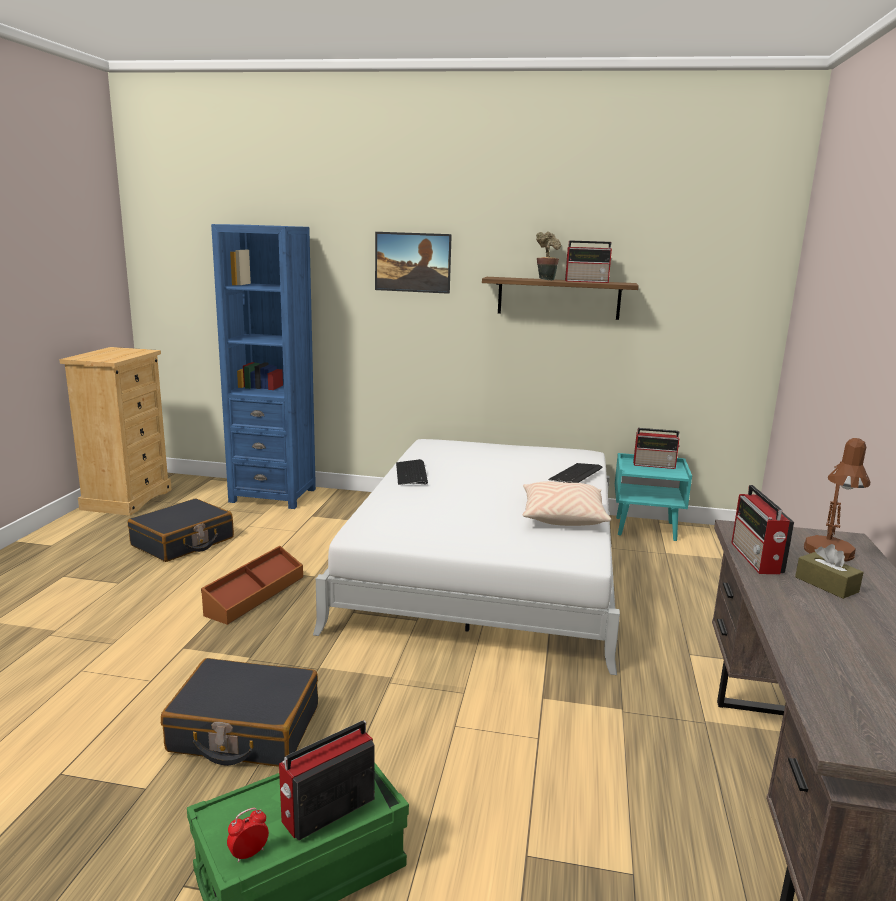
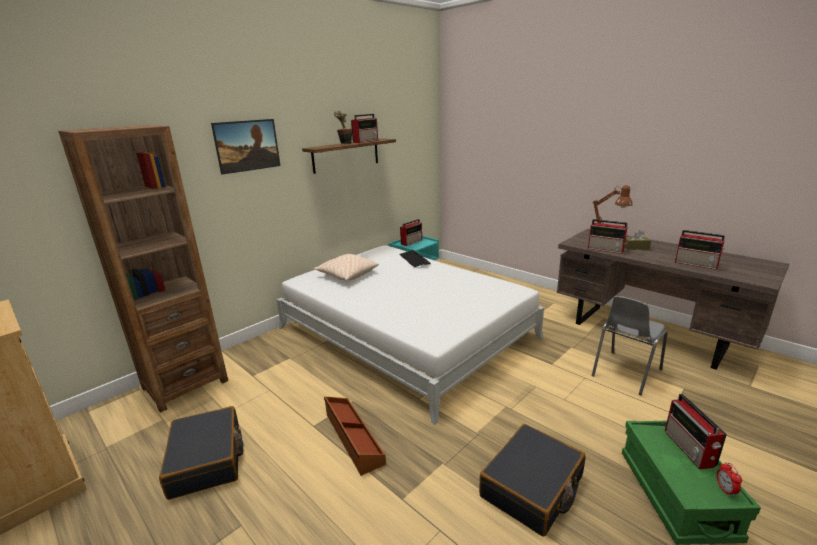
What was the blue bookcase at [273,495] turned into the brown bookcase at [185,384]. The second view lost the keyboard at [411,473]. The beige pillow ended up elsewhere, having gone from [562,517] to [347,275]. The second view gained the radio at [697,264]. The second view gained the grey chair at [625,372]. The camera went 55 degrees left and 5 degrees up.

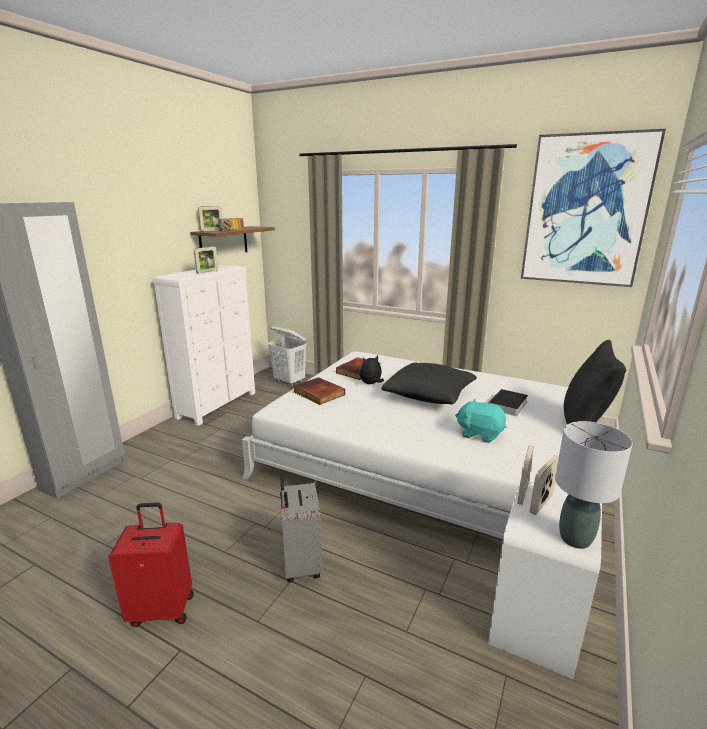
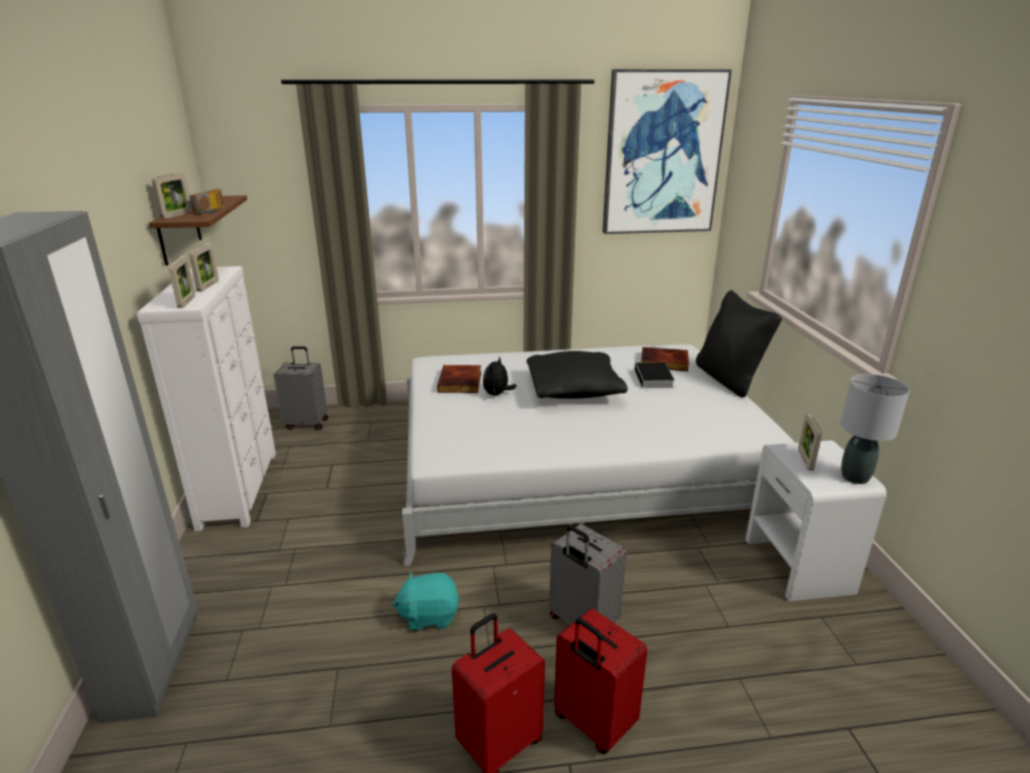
Where the white laundry basket stood at [289,382], the grey suitcase came to stand at [307,423]. The book ended up elsewhere, having gone from [318,393] to [663,362]. The turquoise plush toy ended up elsewhere, having gone from [480,434] to [429,615]. The picture frame ended up elsewhere, having gone from [523,493] to [187,302]. The second view gained the red suitcase at [592,723]. The camera went 35 degrees left and 5 degrees up.

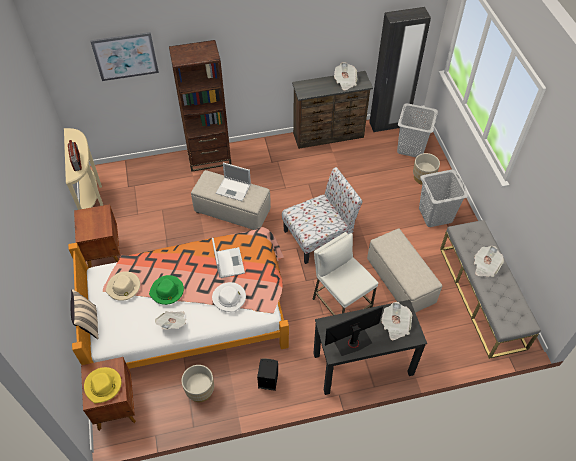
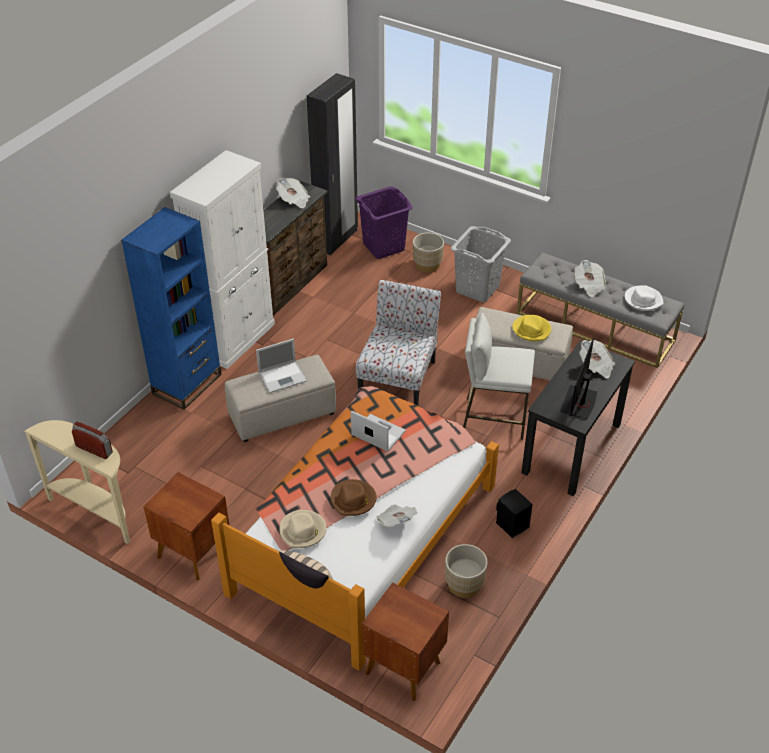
The second view lost the picture at [125,56]. What was the brown bookcase at [209,158] turned into the blue bookcase at [187,384]. What was the grey laundry basket at [411,148] turned into the purple laundry basket at [384,247]. What was the green hat at [167,291] turned into the brown hat at [353,499]. The white hat ended up elsewhere, having gone from [229,298] to [643,300]. The yellow hat ended up elsewhere, having gone from [103,385] to [531,329]. The second view gained the white cabinet at [236,339]. The camera went 45 degrees left and 10 degrees down.

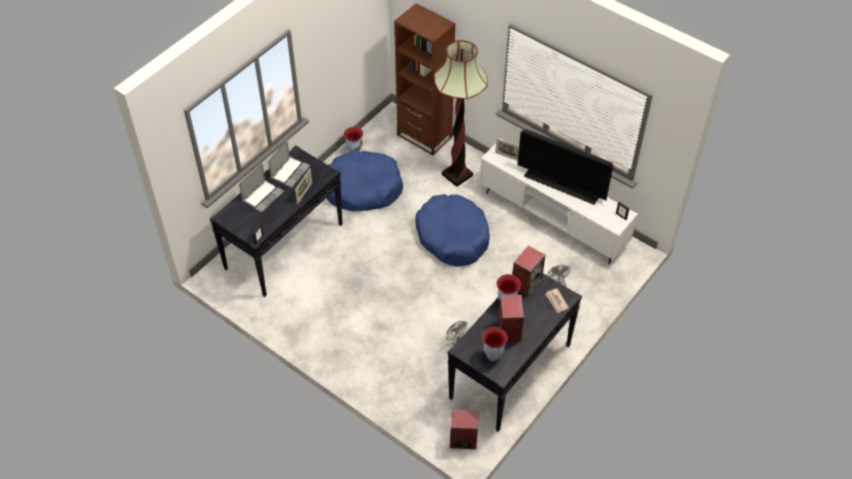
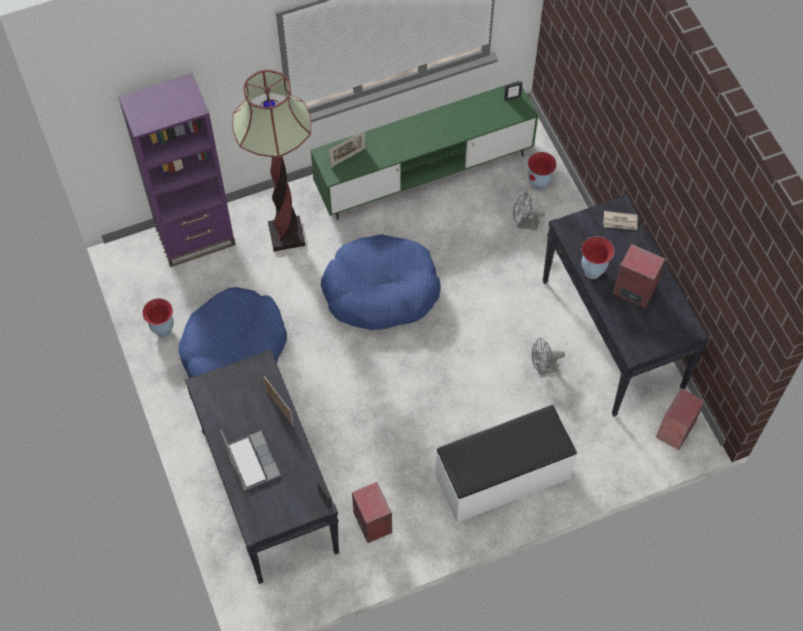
What was the brown bookcase at [424,136] turned into the purple bookcase at [195,237]. The second view lost the television at [562,186]. What was the white tv stand at [552,220] turned into the green tv stand at [424,175]. The second view lost the laptop at [290,172]. The speaker ended up elsewhere, having gone from [526,283] to [371,522]. The vase ended up elsewhere, having gone from [493,355] to [539,185]. The second view gained the white bench at [503,477]. The camera went 60 degrees left and 10 degrees up.

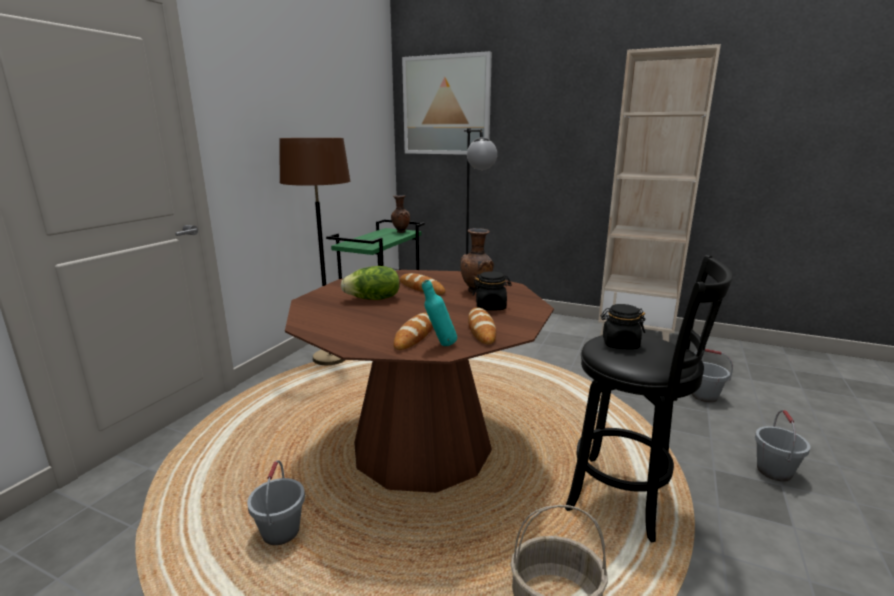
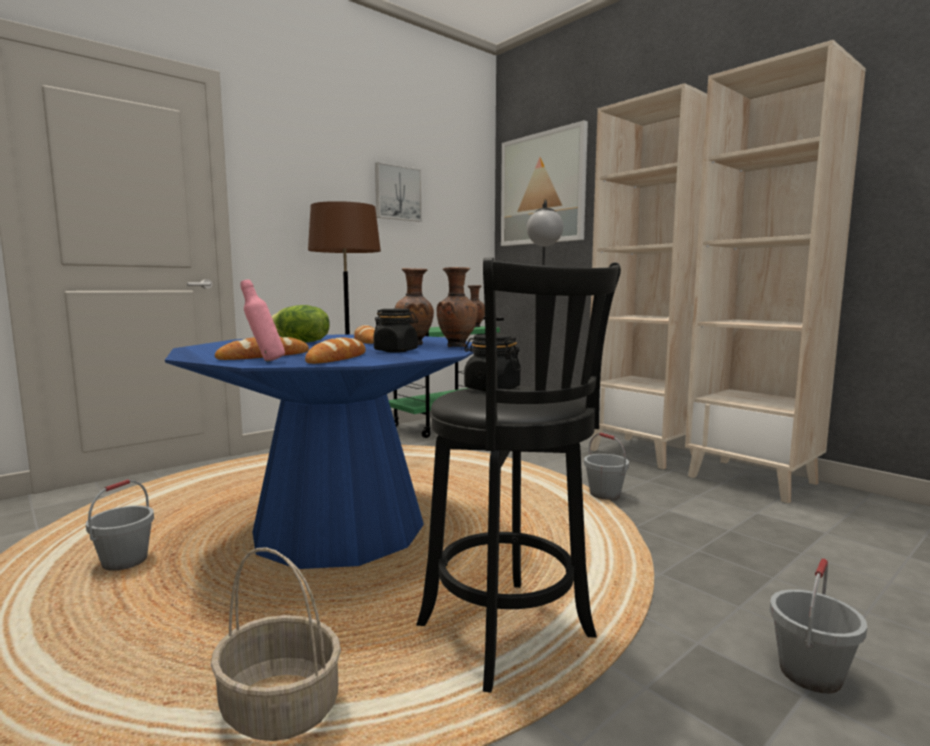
What was the brown dining table at [422,446] turned into the blue dining table at [339,529]. What was the turquoise bottle at [440,345] turned into the pink bottle at [264,361]. The grey bucket ended up elsewhere, having gone from [704,396] to [605,495]. The second view gained the beige bookcase at [644,452]. The second view gained the picture at [397,193]. The second view gained the brown vase at [456,346]. The camera went 25 degrees right and 10 degrees down.

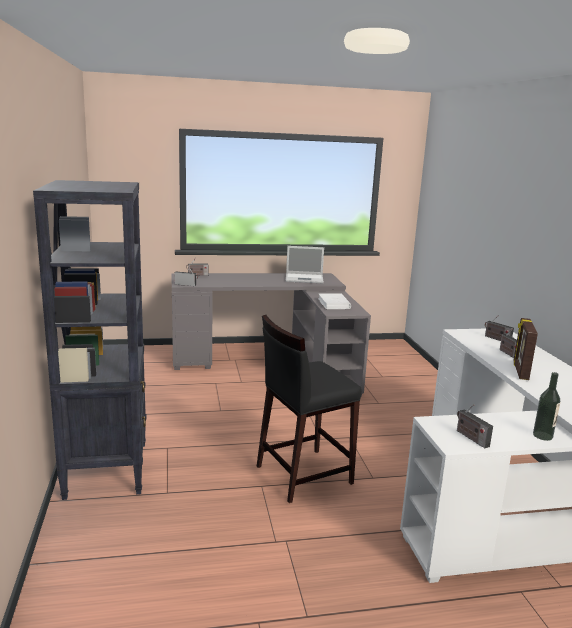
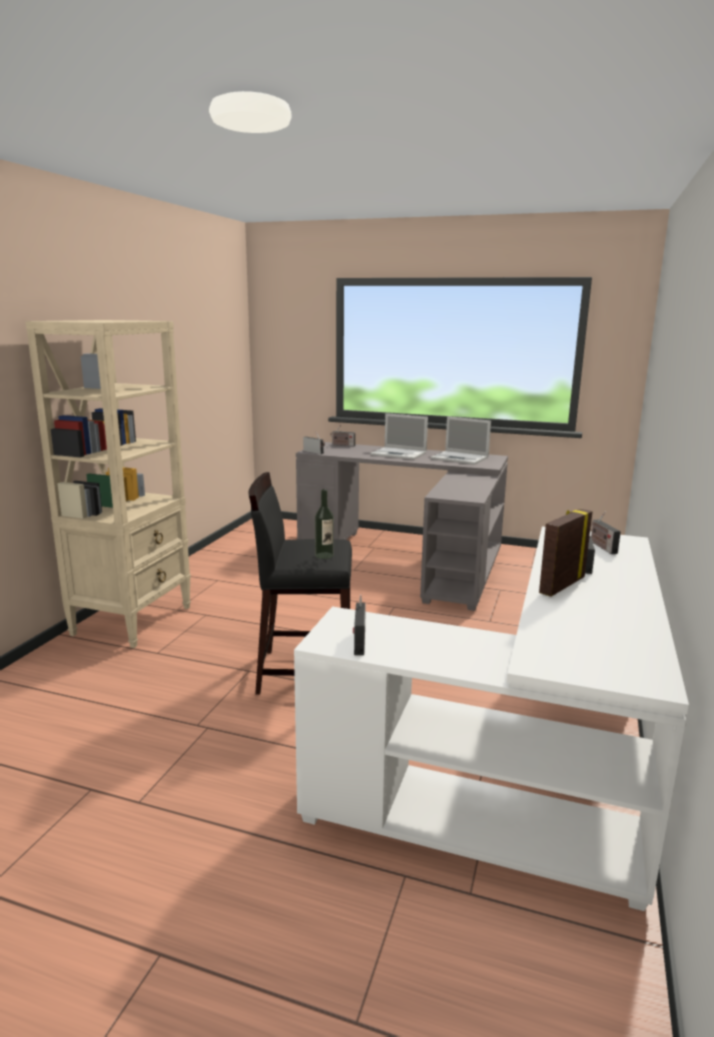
What was the black bookcase at [107,469] turned into the beige bookcase at [133,620]. The second view lost the white book at [333,304]. The bottle ended up elsewhere, having gone from [542,436] to [324,555]. The second view gained the laptop at [400,454]. The camera went 30 degrees right and 0 degrees up.

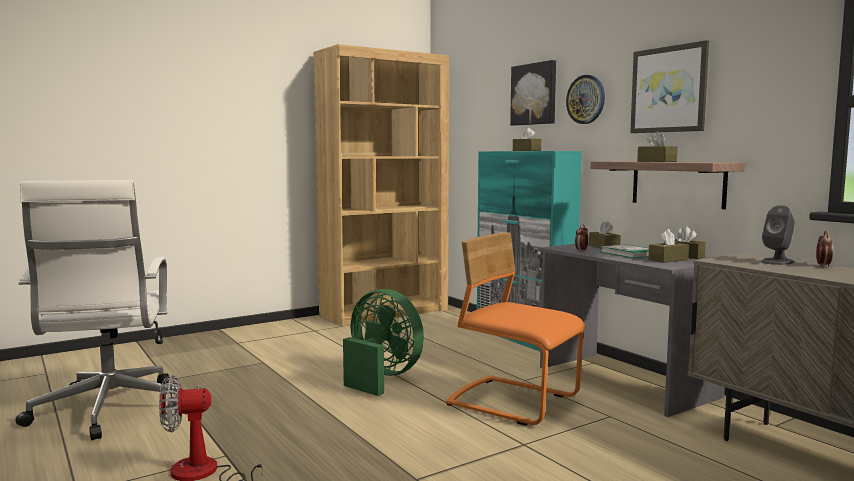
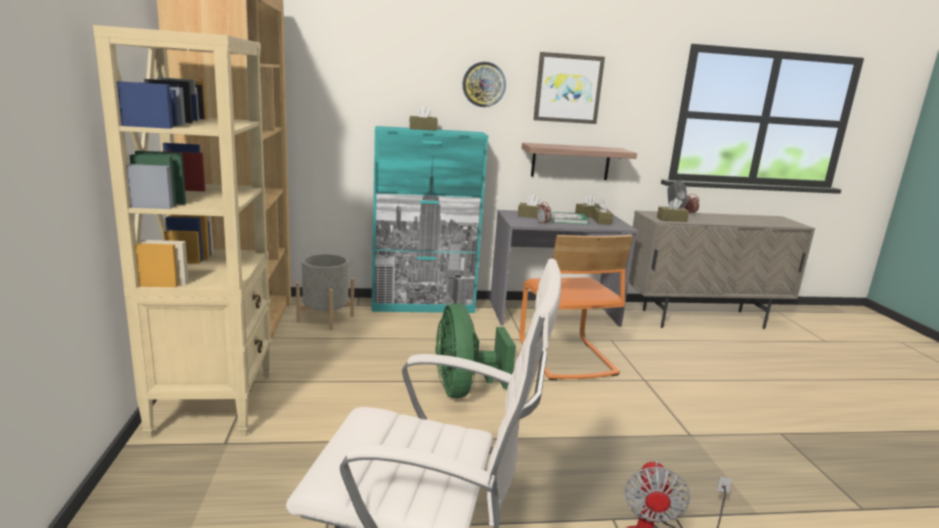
The second view lost the picture at [534,94]. The brown tissue box ended up elsewhere, having gone from [656,161] to [671,219]. The orange chair at [513,402] ended up facing another way, 75 degrees counterclockwise from before. The green fan at [381,378] ended up facing another way, 75 degrees counterclockwise from before. The second view gained the beige bookcase at [214,403]. The second view gained the grey planter at [325,318]. The camera went 65 degrees left and 10 degrees up.

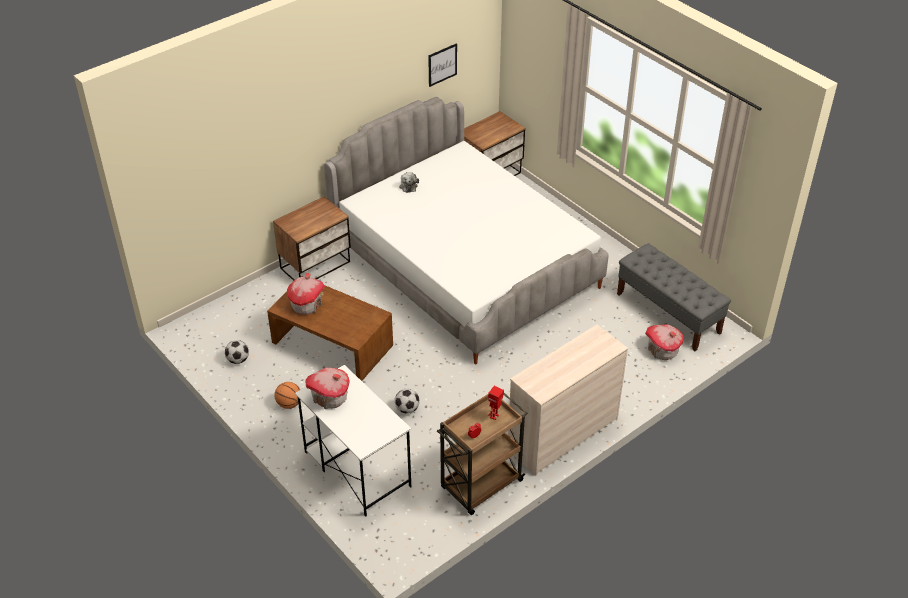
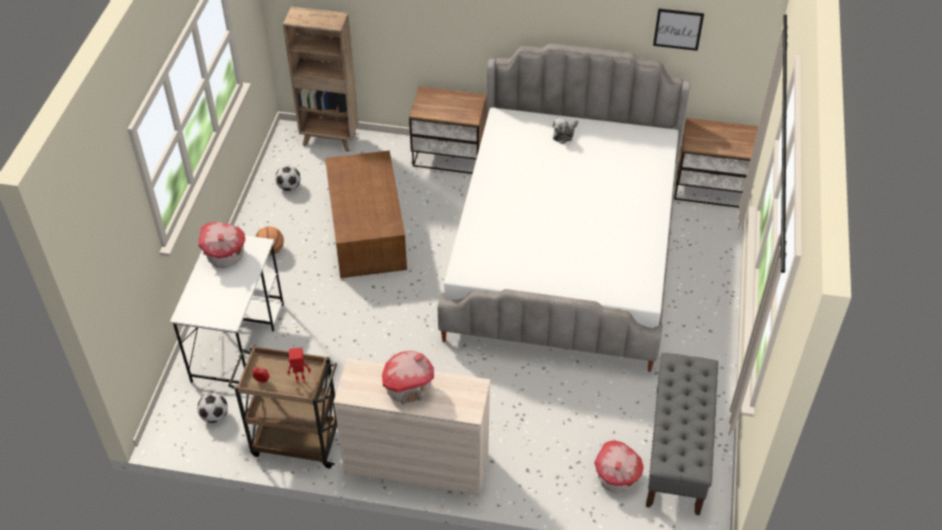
The toy house ended up elsewhere, having gone from [307,304] to [408,388]. The football ended up elsewhere, having gone from [407,409] to [214,416]. The second view gained the brown bookcase at [330,139]. The camera went 50 degrees right and 5 degrees up.

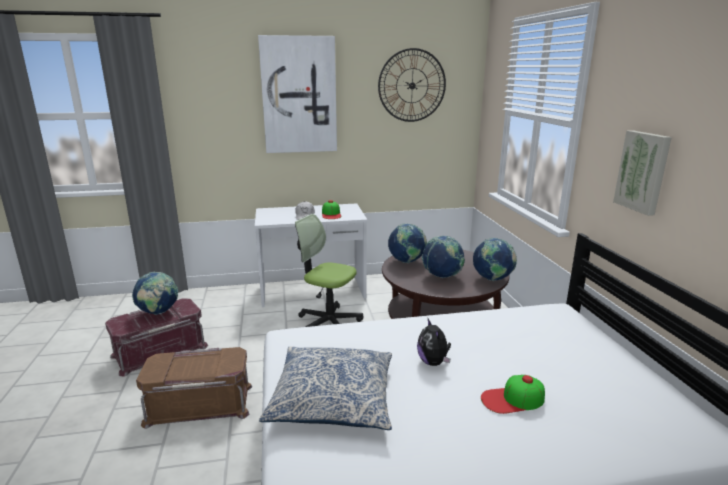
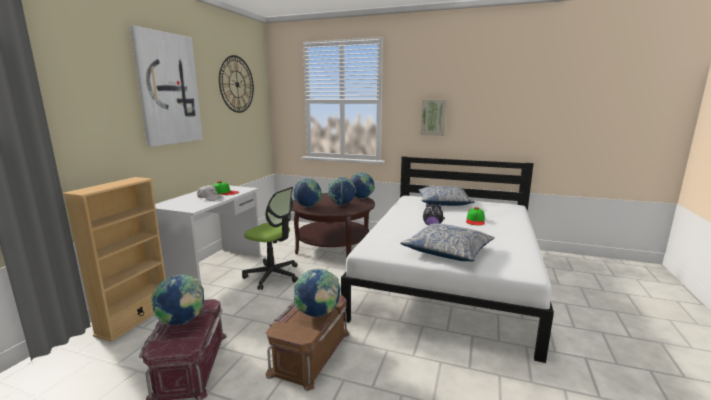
The office chair at [328,323] ended up facing another way, 120 degrees counterclockwise from before. The second view gained the beige bookcase at [134,319]. The second view gained the pillow at [443,203]. The second view gained the globe at [318,314]. The camera went 60 degrees left and 5 degrees down.

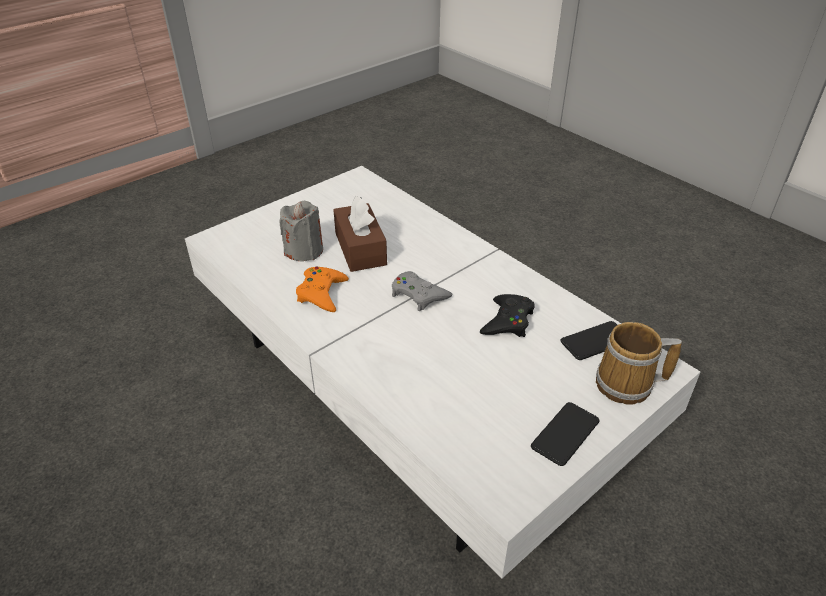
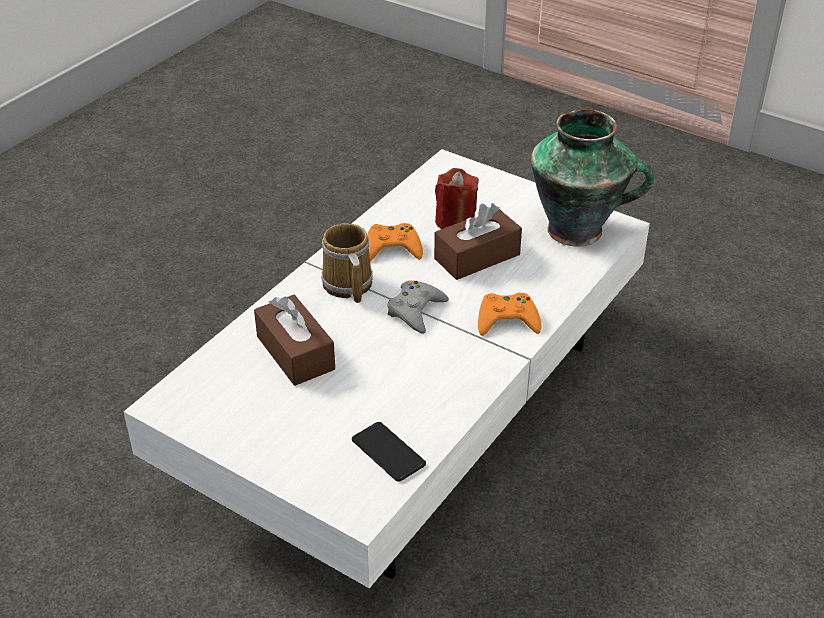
What was the grey candle at [304,250] turned into the red candle at [455,222]. The second view lost the black game controller at [507,321]. The mug ended up elsewhere, having gone from [628,385] to [346,285]. The second view lost the phone at [565,434]. The second view gained the vase at [578,231]. The second view gained the orange game controller at [507,320]. The second view gained the brown tissue box at [295,353]. The camera went 75 degrees right and 0 degrees up.

